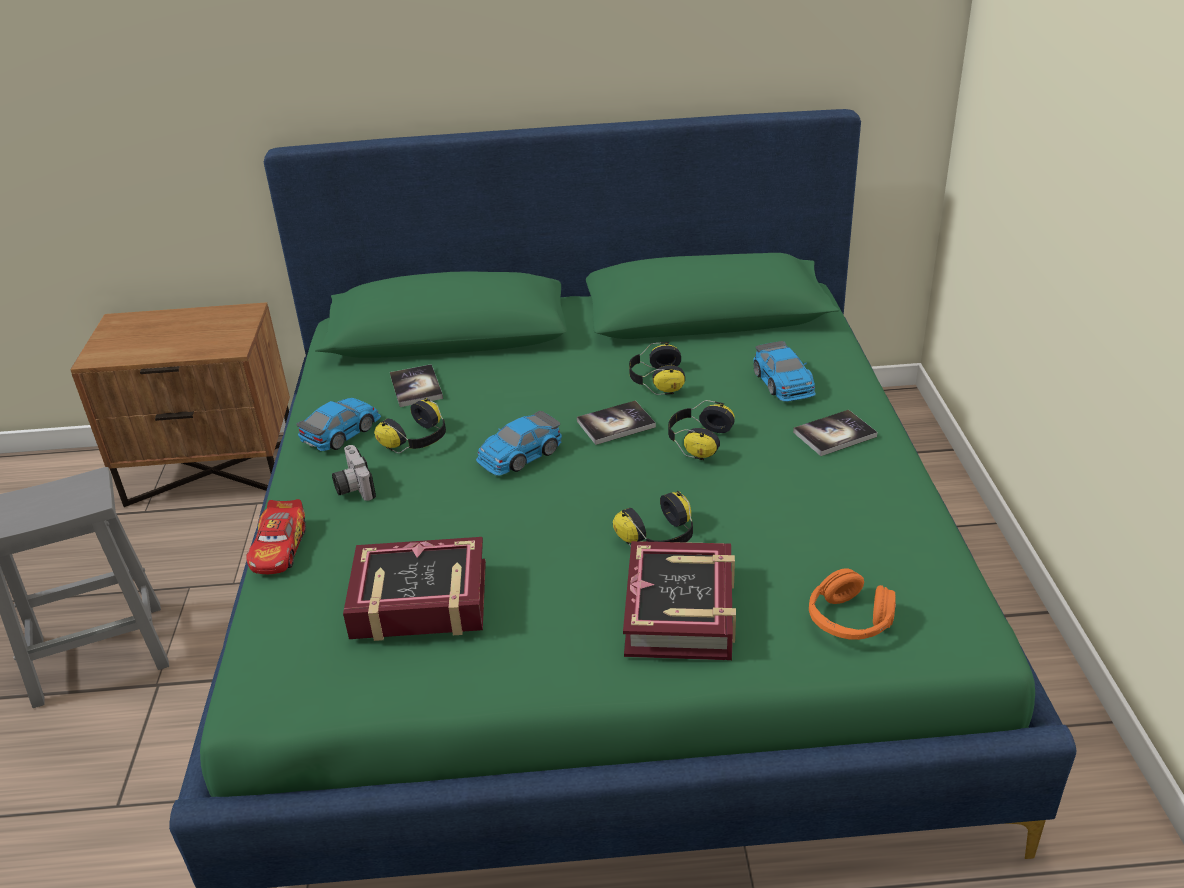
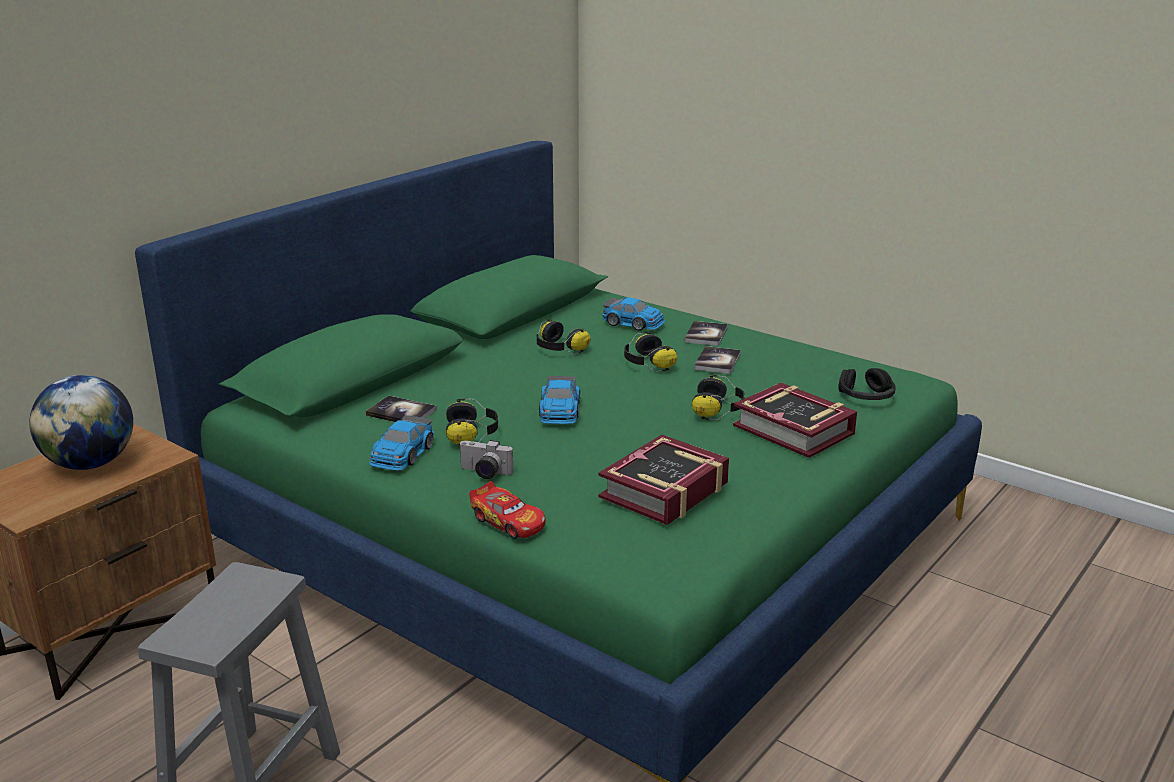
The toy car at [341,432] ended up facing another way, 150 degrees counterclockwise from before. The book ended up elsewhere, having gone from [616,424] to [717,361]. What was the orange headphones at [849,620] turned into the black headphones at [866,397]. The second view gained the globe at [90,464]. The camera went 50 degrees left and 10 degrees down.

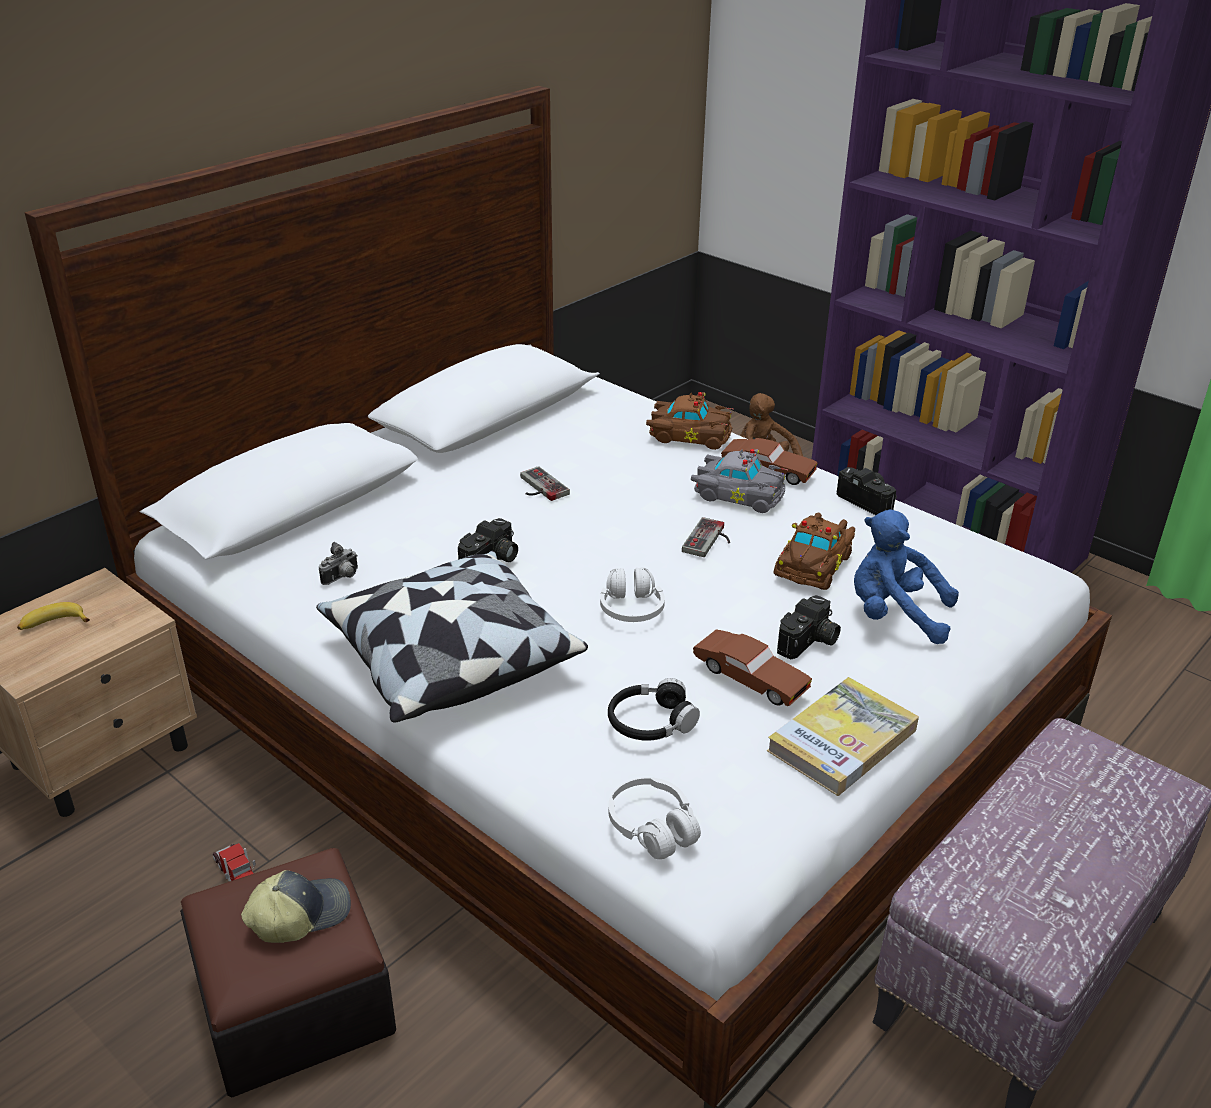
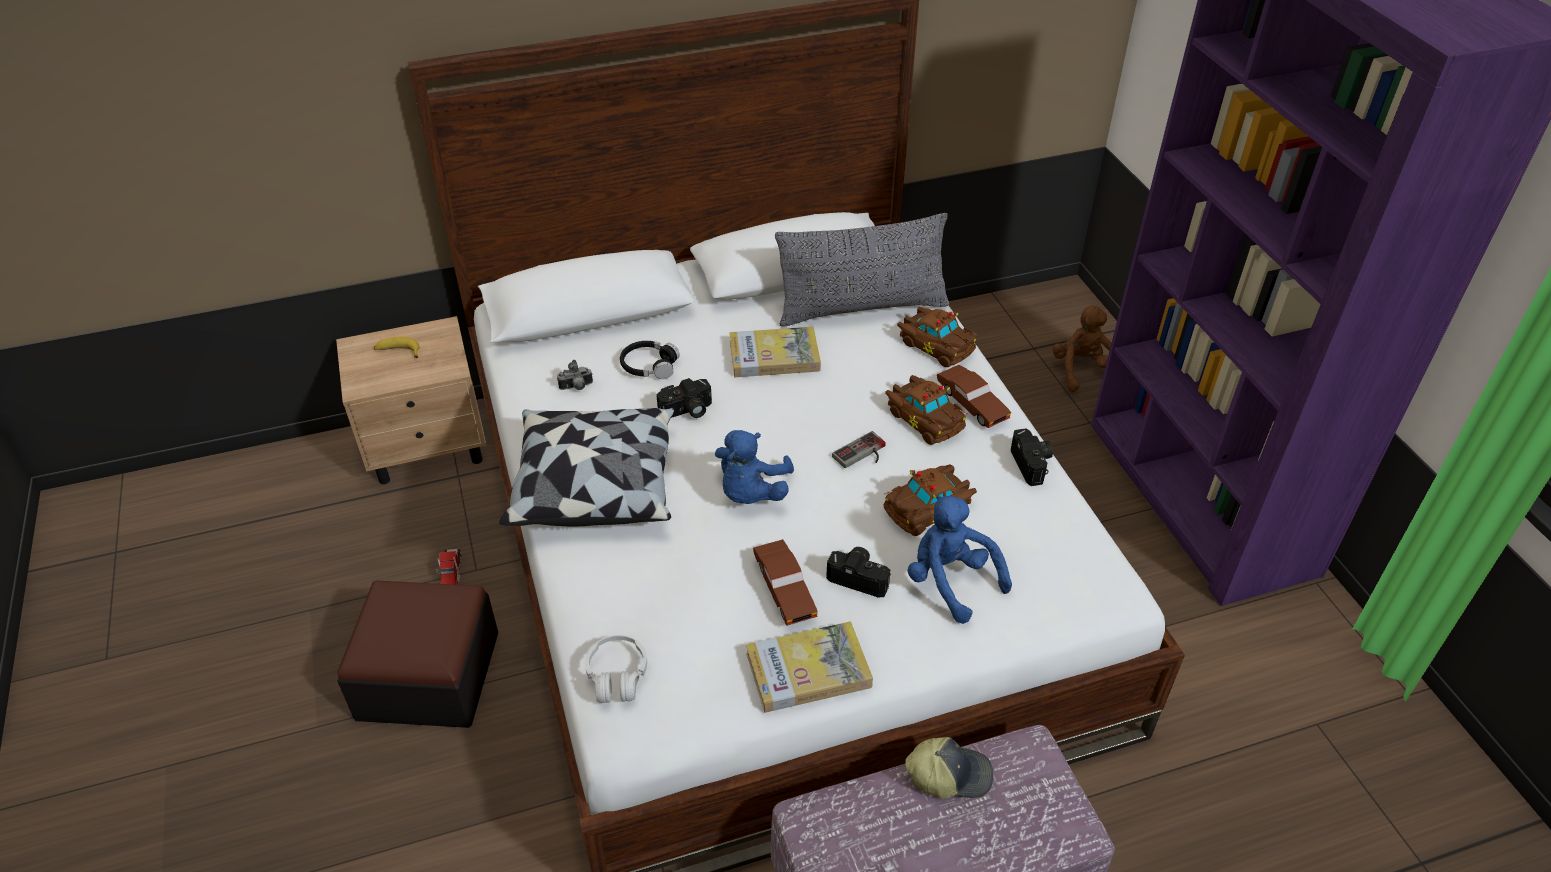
What was the grey toy car at [737,494] turned into the brown toy car at [925,417]. Where the game controller stood at [538,487], the book came to stand at [774,356]. Where the white headphones stood at [631,608], the blue plush toy came to stand at [751,493]. The photo camera at [809,642] ended up facing another way, 135 degrees counterclockwise from before. The black headphones ended up elsewhere, having gone from [651,722] to [649,366]. The cap ended up elsewhere, having gone from [299,914] to [948,774]. The second view gained the grey pillow at [862,308]. The camera went 30 degrees right and 10 degrees up.

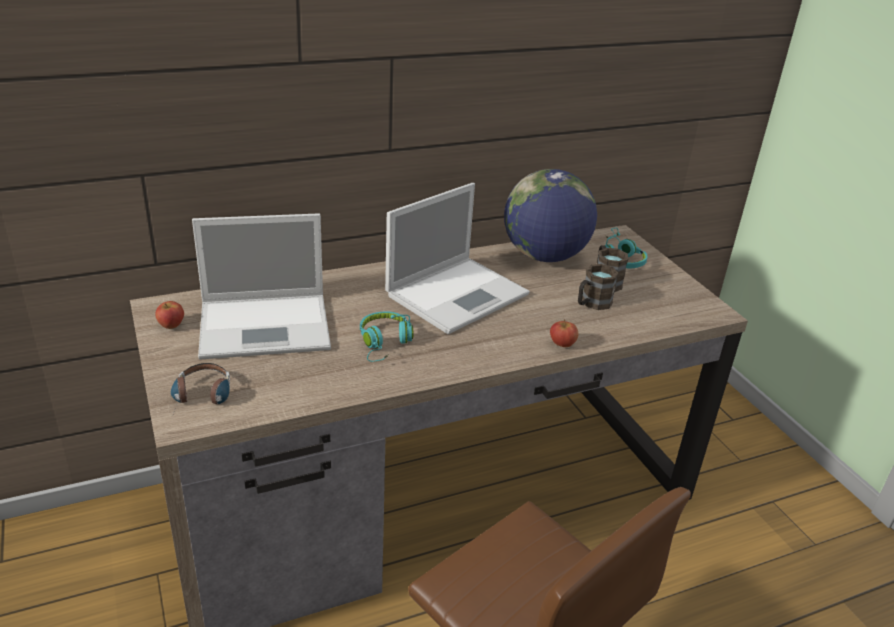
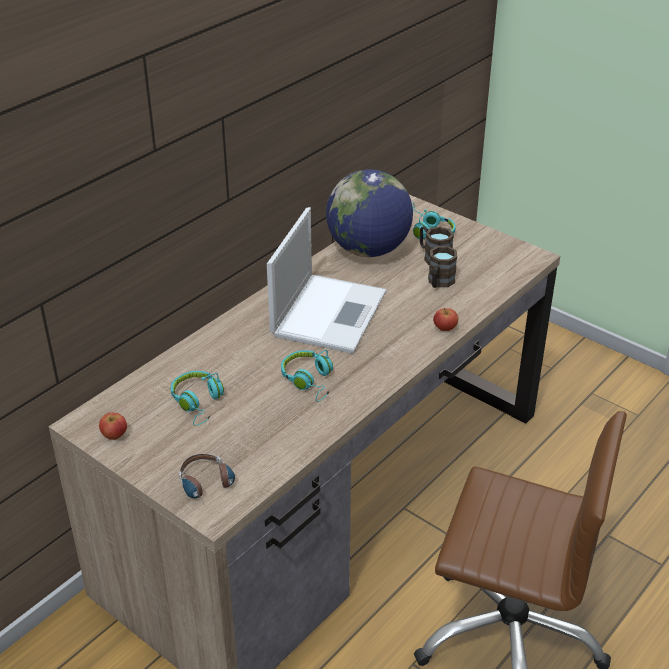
Where the laptop stood at [267,326], the turquoise headphones came to stand at [199,403]. The camera went 25 degrees left and 5 degrees up.

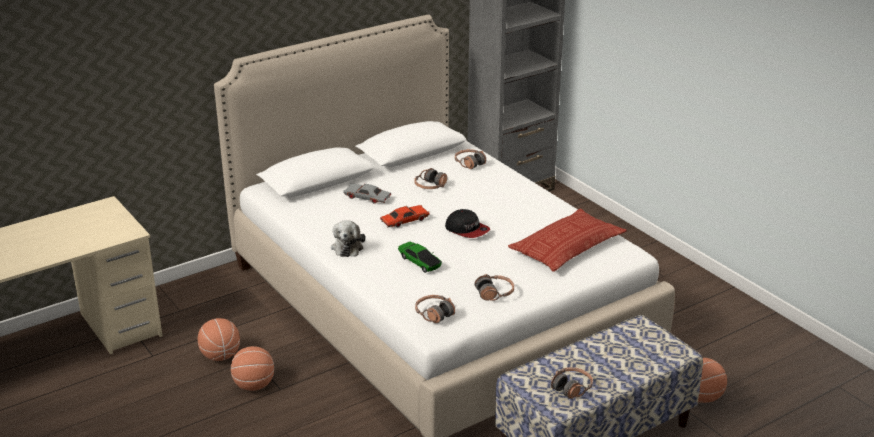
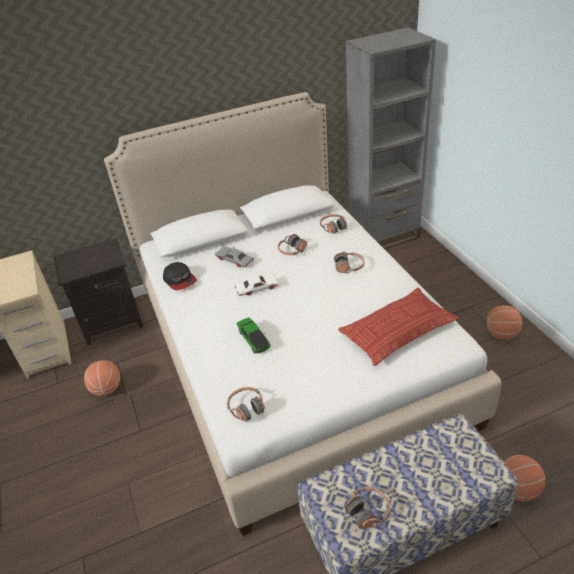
What was the red toy car at [404,221] turned into the white toy car at [257,288]. The cap ended up elsewhere, having gone from [467,230] to [180,280]. The second view lost the plush toy at [347,247]. The headphones ended up elsewhere, having gone from [495,293] to [349,267]. The basketball ended up elsewhere, having gone from [253,385] to [501,334]. The second view gained the black nightstand at [113,321]. The camera went 15 degrees right and 10 degrees up.

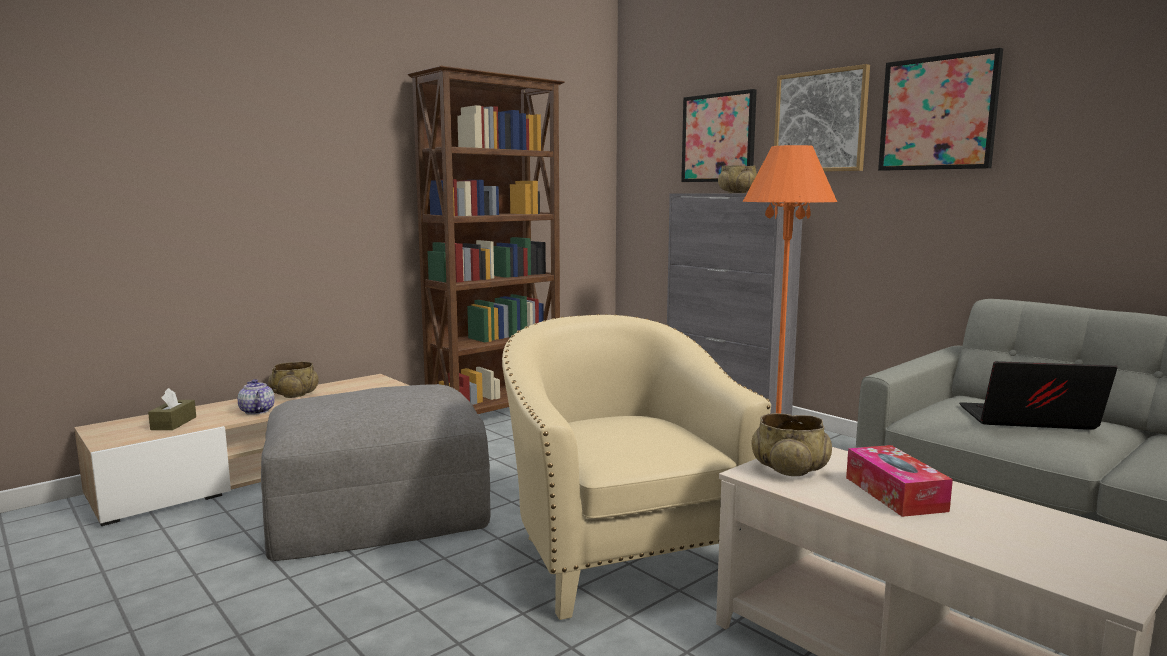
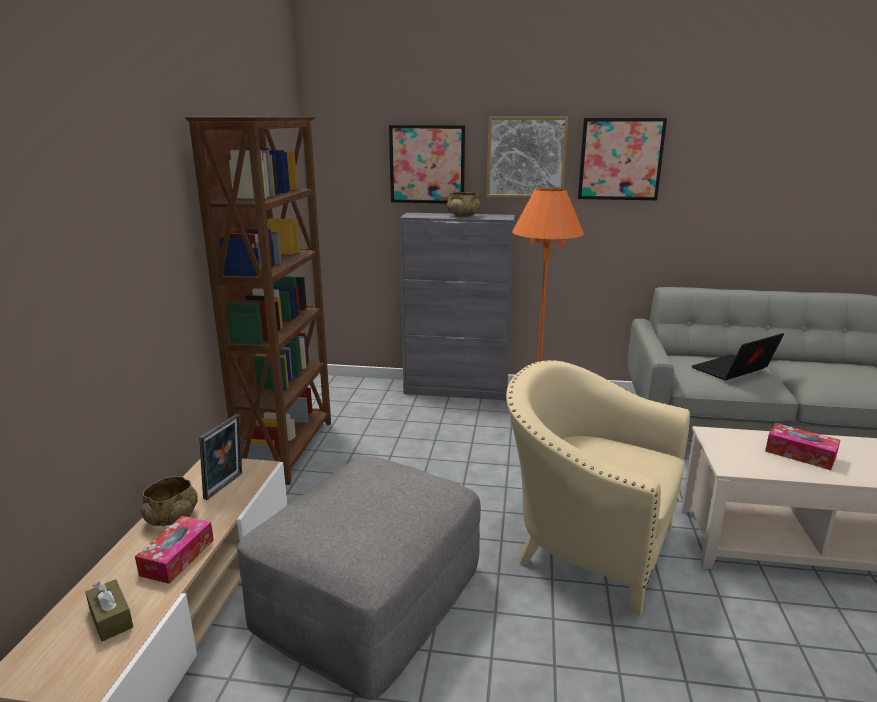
Where the teapot stood at [256,411], the tissue box came to stand at [177,557]. The second view lost the beige bowl at [789,469]. The second view gained the picture frame at [226,486]. The camera went 40 degrees left and 10 degrees up.

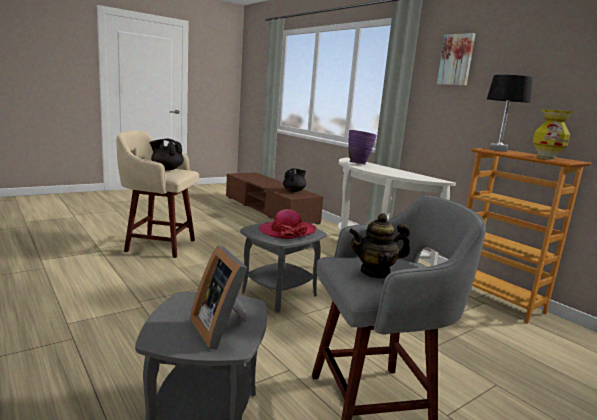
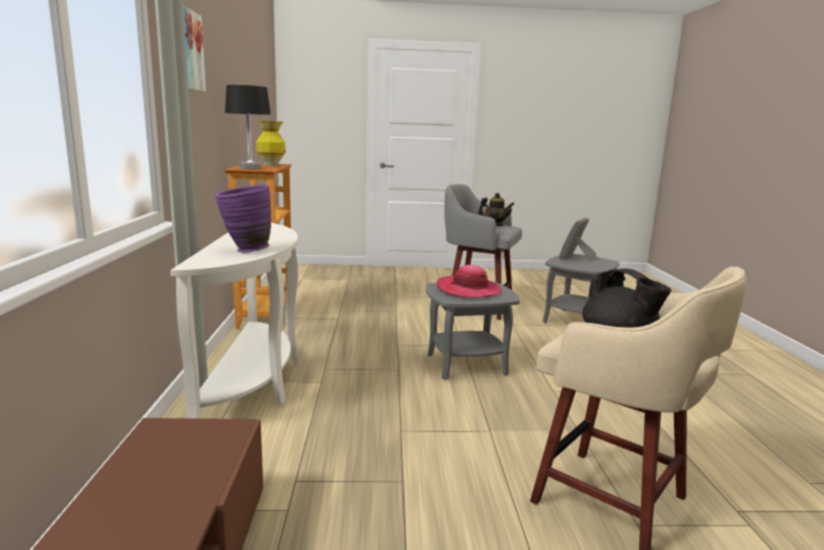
The second view lost the black teapot at [294,191]. The picture frame at [222,329] ended up facing another way, 150 degrees counterclockwise from before. The camera went 145 degrees left and 0 degrees up.

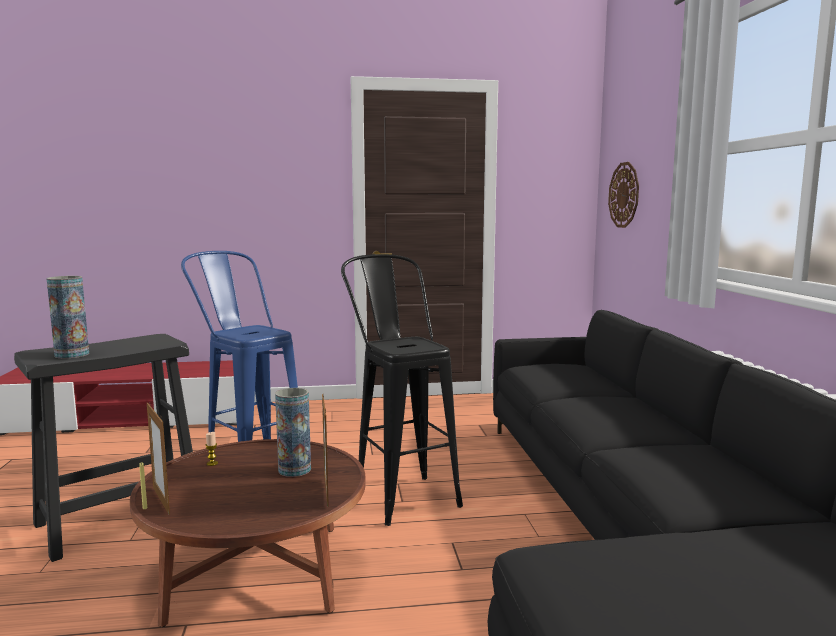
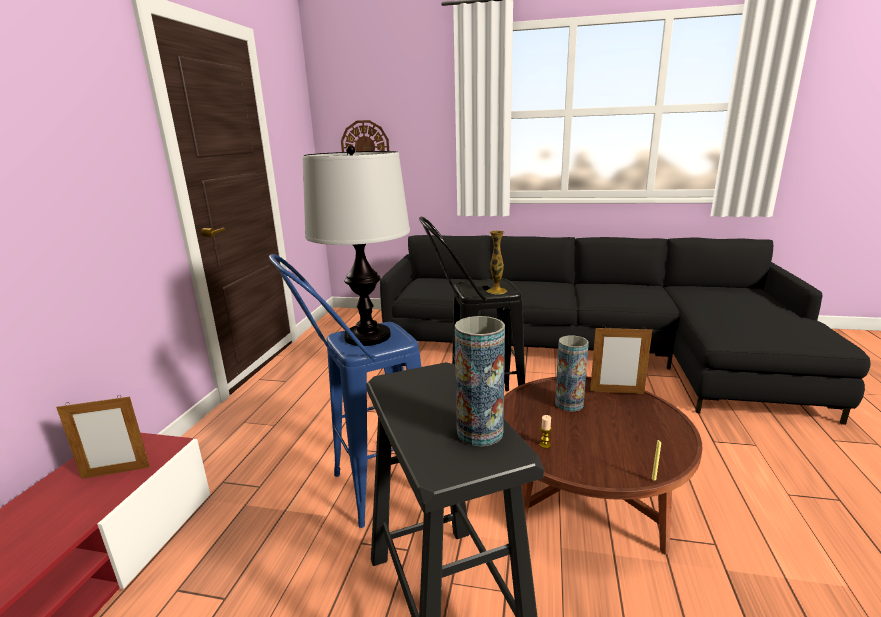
The picture frame ended up elsewhere, having gone from [161,500] to [116,472]. The second view gained the table lamp at [367,336]. The second view gained the vase at [496,291]. The camera went 70 degrees left and 10 degrees up.

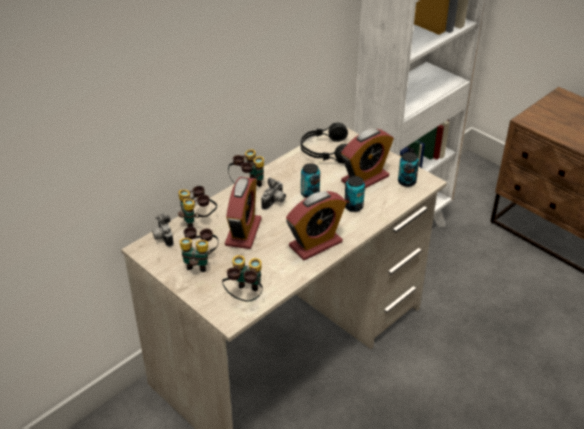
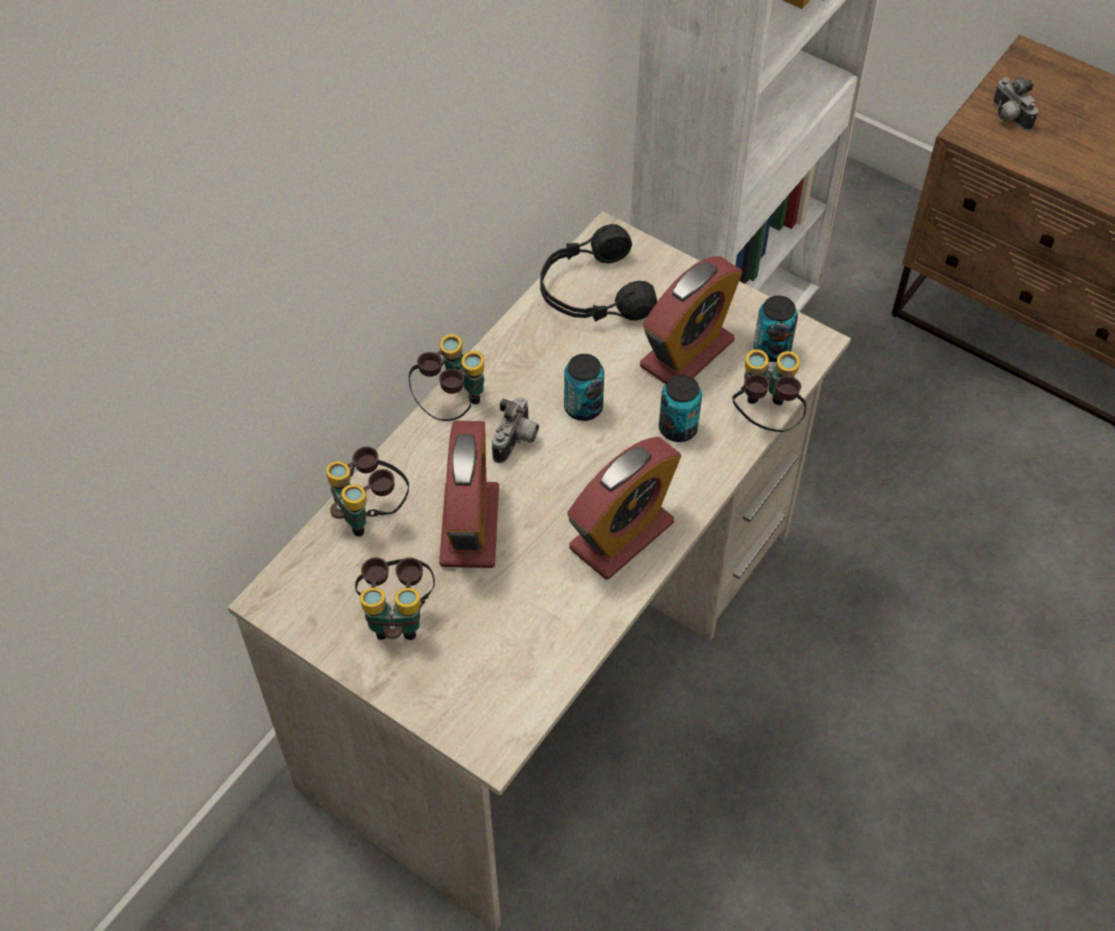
The photo camera ended up elsewhere, having gone from [162,237] to [1008,117]. The binoculars ended up elsewhere, having gone from [245,296] to [764,418]. The camera went 10 degrees left and 15 degrees up.

